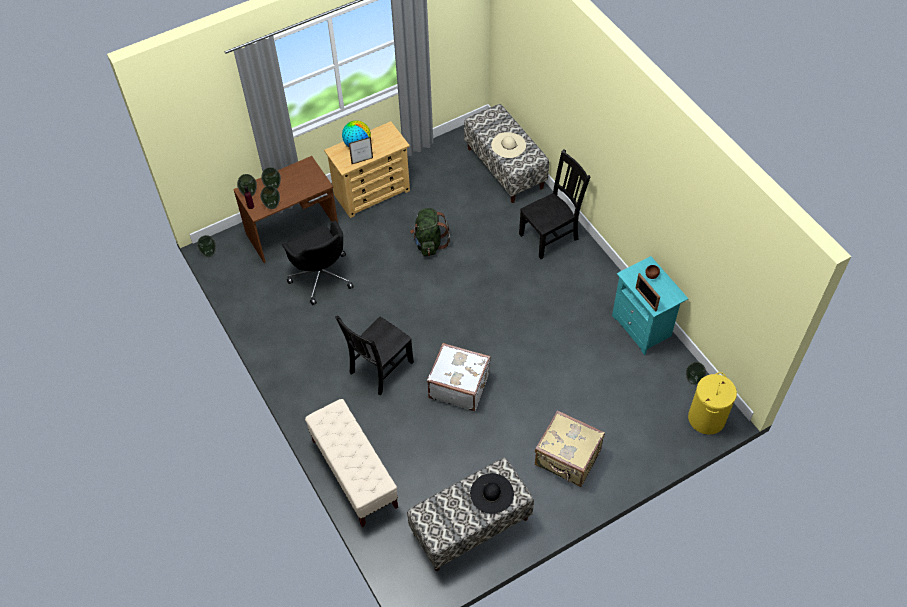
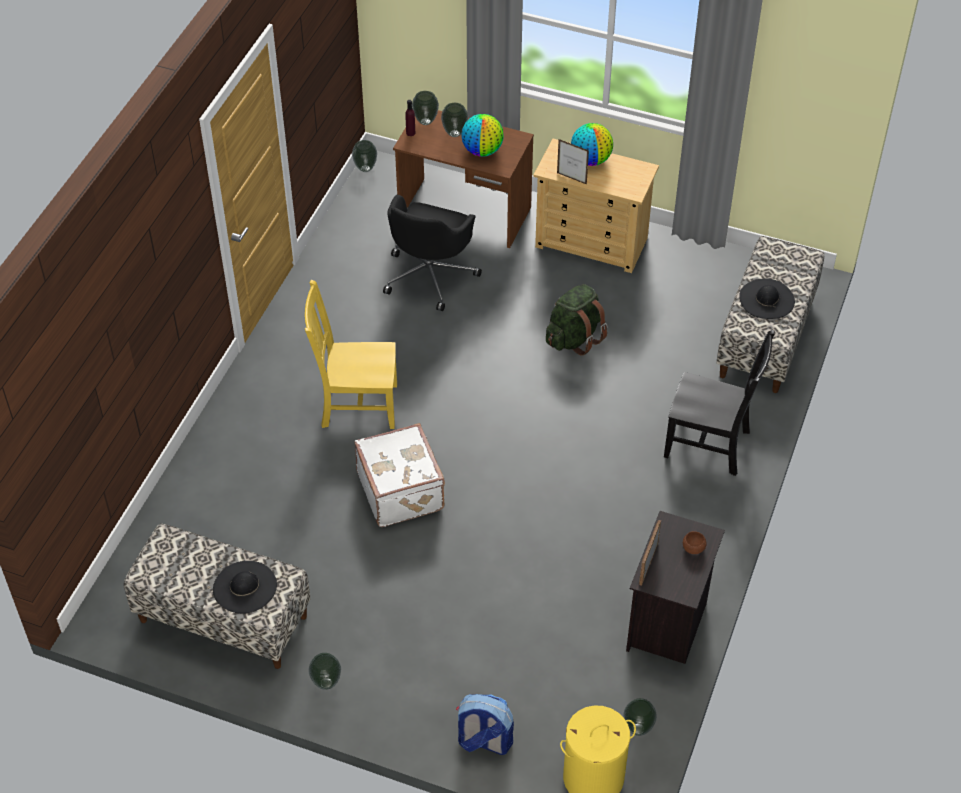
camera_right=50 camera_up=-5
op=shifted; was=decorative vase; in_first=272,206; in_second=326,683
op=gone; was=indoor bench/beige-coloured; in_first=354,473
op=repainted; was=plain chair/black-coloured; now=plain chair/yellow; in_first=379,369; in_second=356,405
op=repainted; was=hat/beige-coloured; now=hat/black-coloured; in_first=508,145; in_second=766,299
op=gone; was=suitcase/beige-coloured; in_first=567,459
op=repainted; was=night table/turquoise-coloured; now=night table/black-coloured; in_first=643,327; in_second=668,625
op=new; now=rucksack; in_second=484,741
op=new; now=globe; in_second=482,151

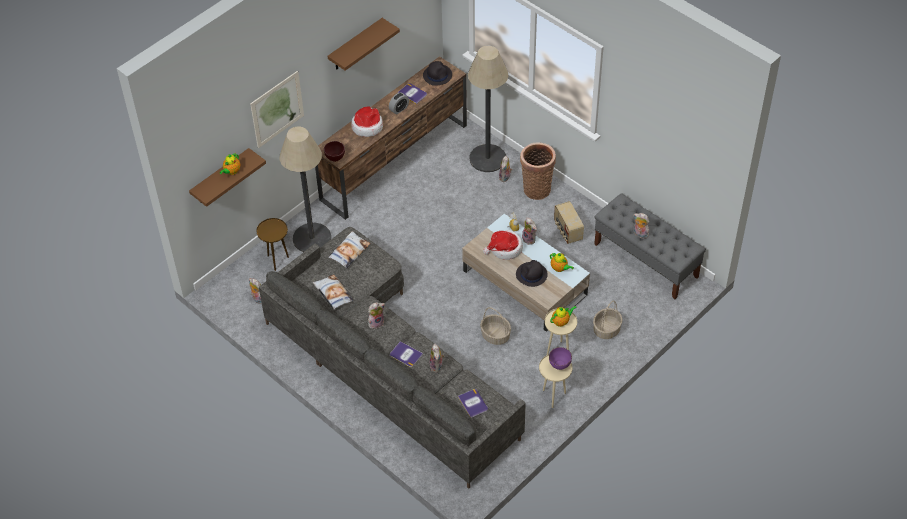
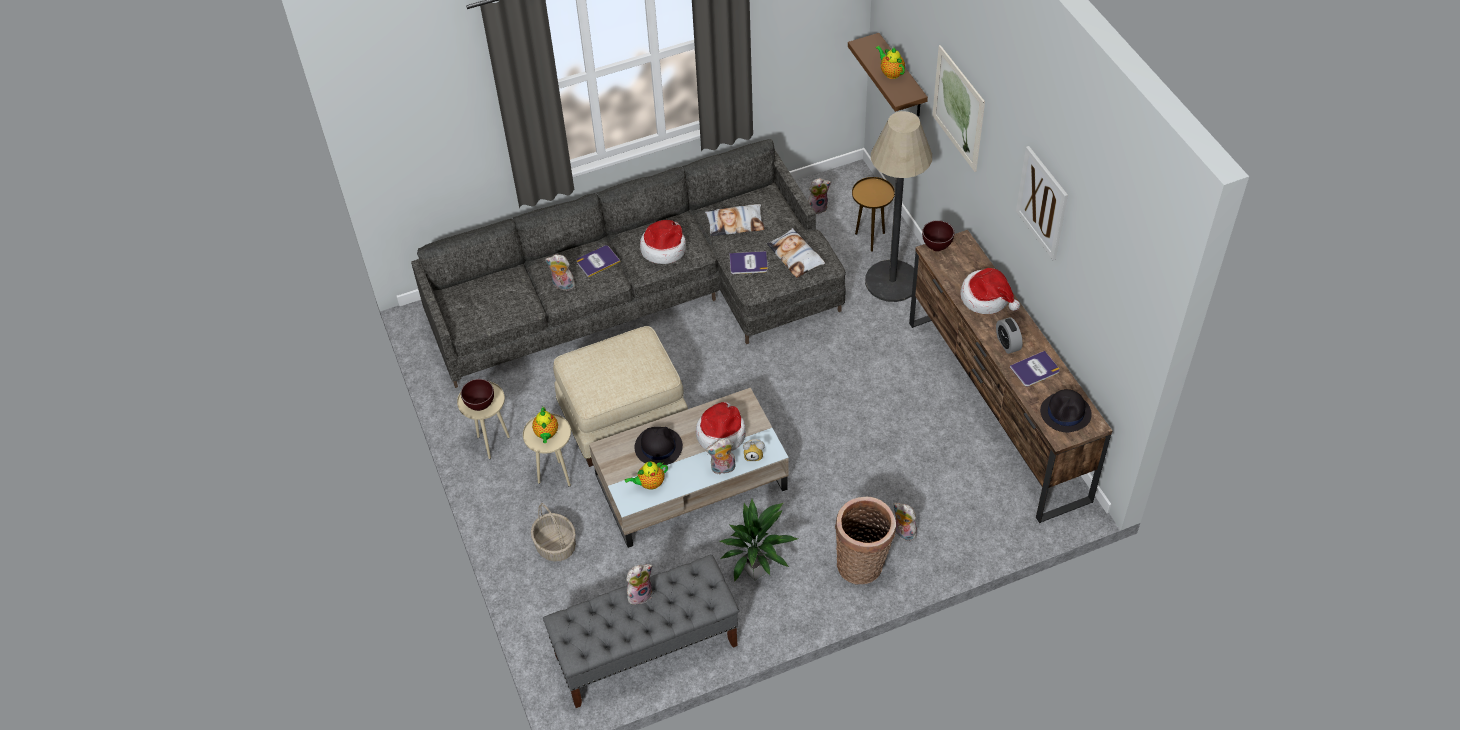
camera_right=115 camera_up=0
op=swapped; was=shelf/brown; now=wall art; in_first=355,45; in_second=1042,203
op=swapped; was=soft toy; now=hat; in_first=376,322; in_second=664,248
op=shifted; was=volume; in_first=473,403; in_second=748,263
op=gone; was=standing lamp; in_first=487,158
op=swapped; was=basket; now=pouffe/beige-coloured; in_first=495,335; in_second=623,417
op=repainted; was=bowl/purple-coloured; now=bowl/brown; in_first=559,365; in_second=481,406
op=swapped; was=radio receiver; now=plant in a pot; in_first=567,231; in_second=757,571

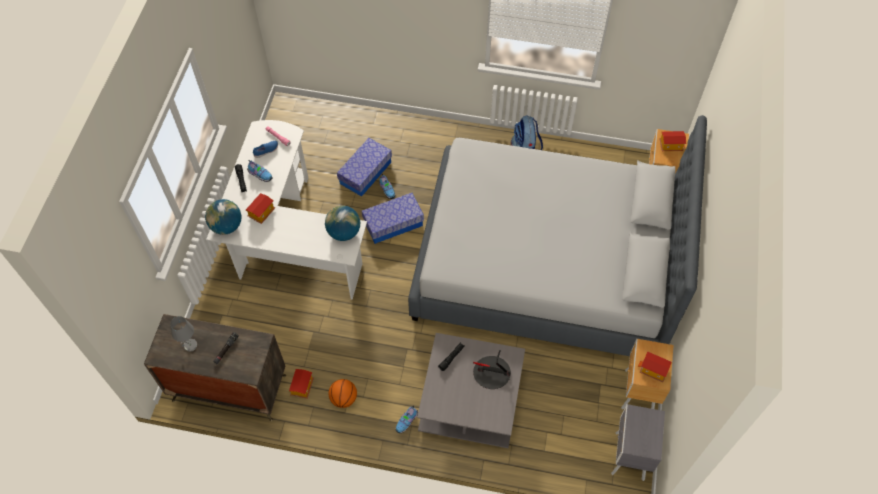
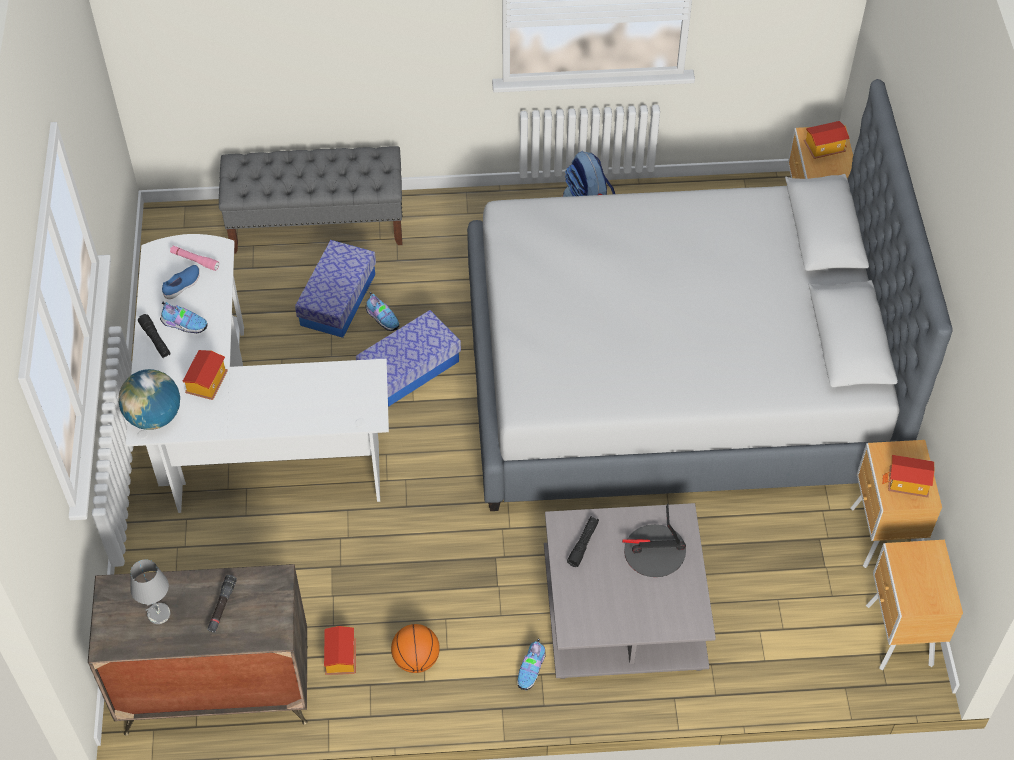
camera_right=-15 camera_up=-5
op=gone; was=globe; in_first=344,232
op=repainted; was=night table/greyish; now=night table/brown; in_first=628,457; in_second=898,637
op=new; now=indoor bench/greyish; in_second=317,225

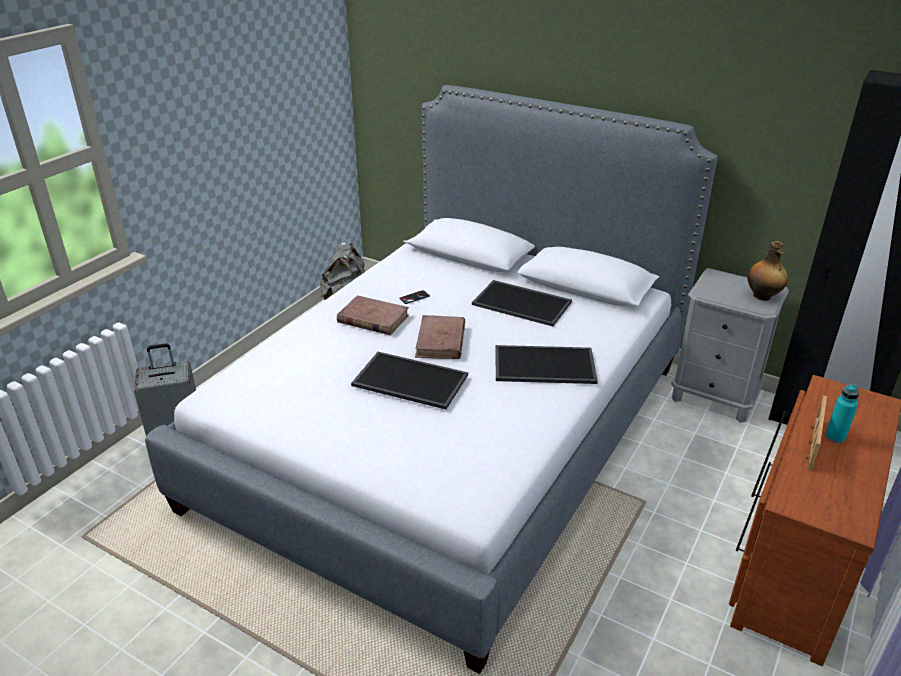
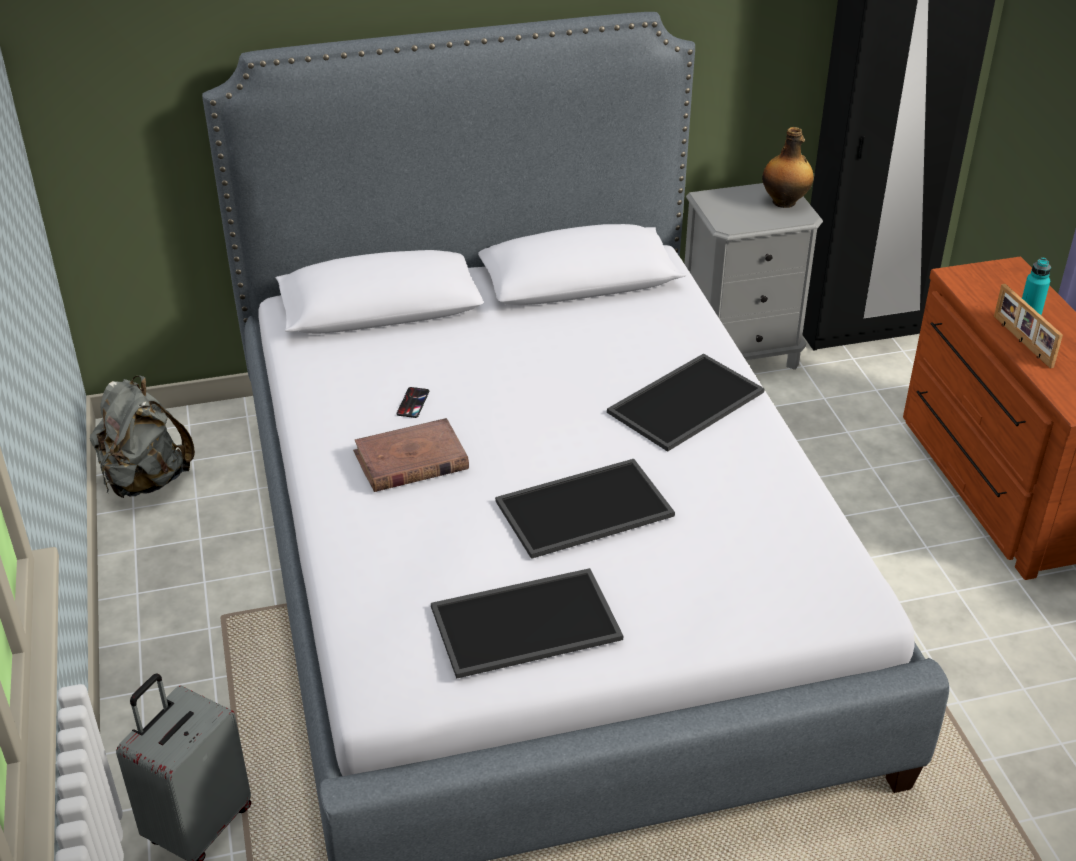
camera_right=-45 camera_up=5
op=gone; was=volume/brown; in_first=440,341
op=shifted; was=tray; in_first=523,303; in_second=526,621

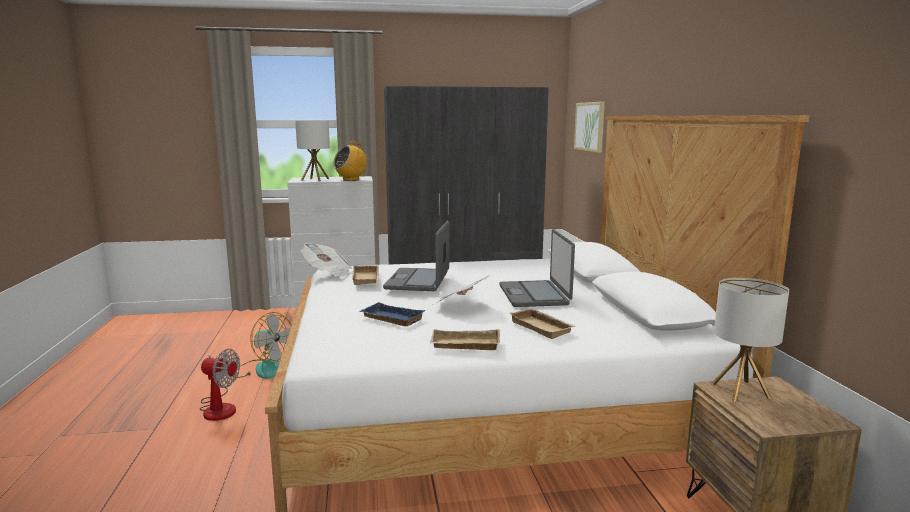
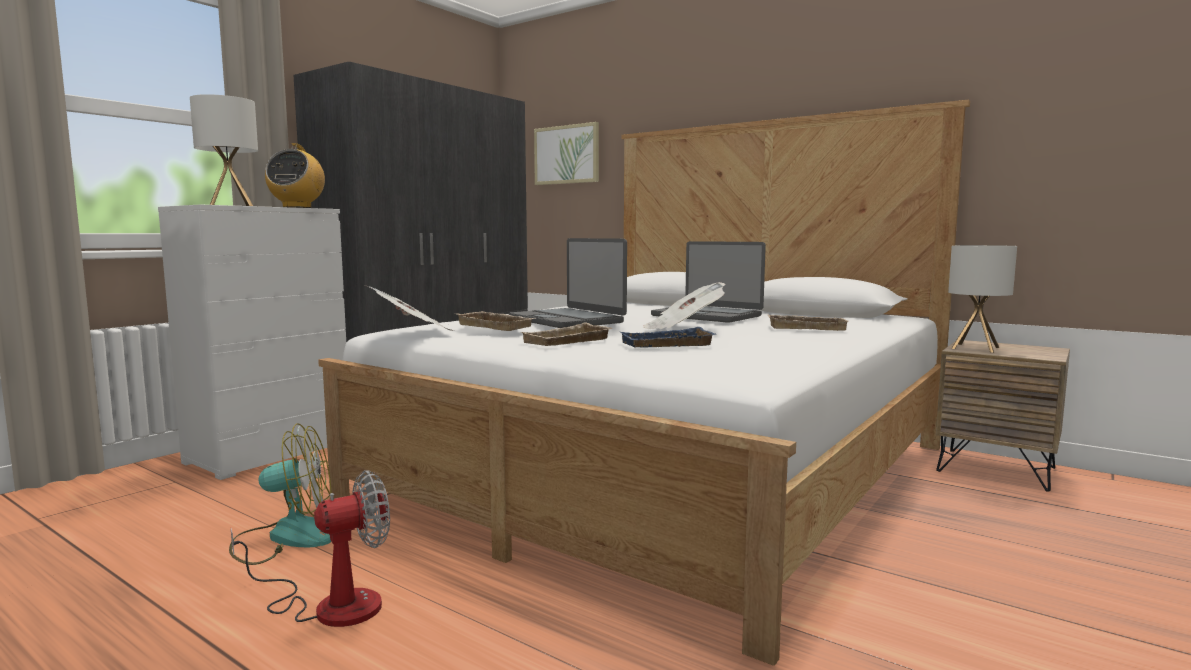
camera_right=-45 camera_up=-5
op=shifted; was=tray/beige-coloured; in_first=464,345; in_second=567,342

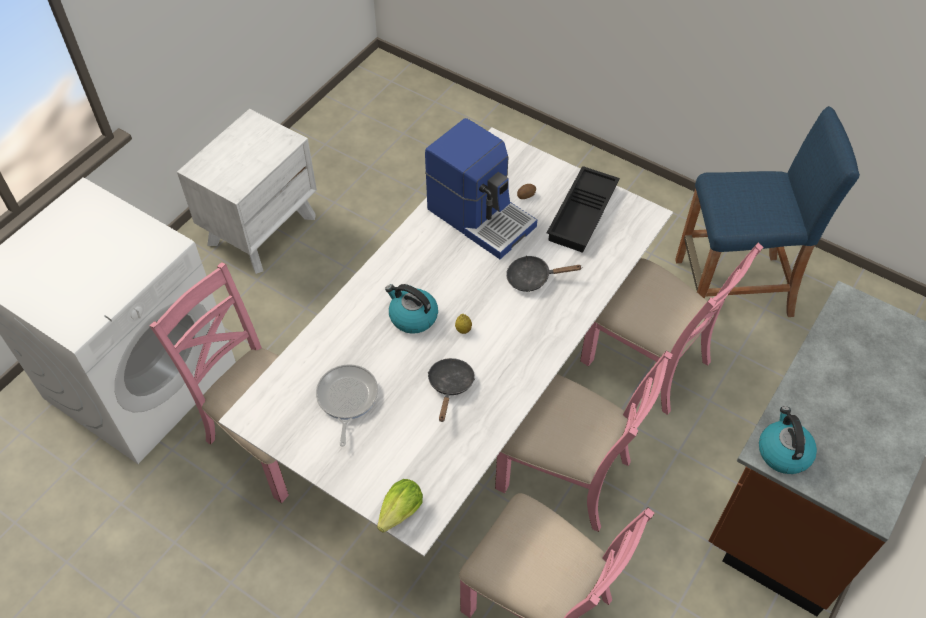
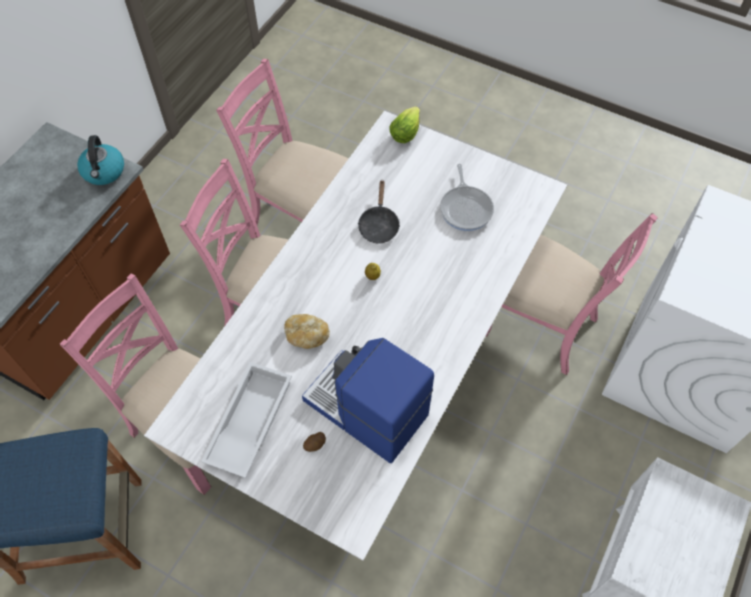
camera_right=175 camera_up=5
op=gone; was=tea kettle; in_first=412,317
op=swapped; was=skillet/black-coloured; now=bread; in_first=533,278; in_second=306,336
op=repainted; was=tray/black-coloured; now=tray/whitish; in_first=583,215; in_second=248,421

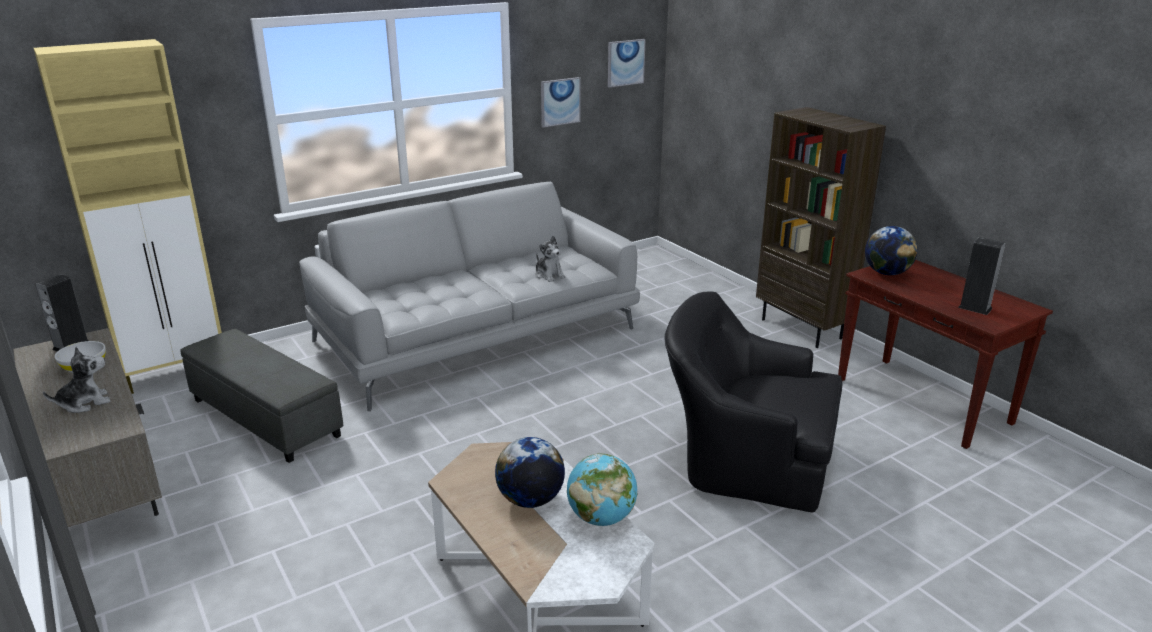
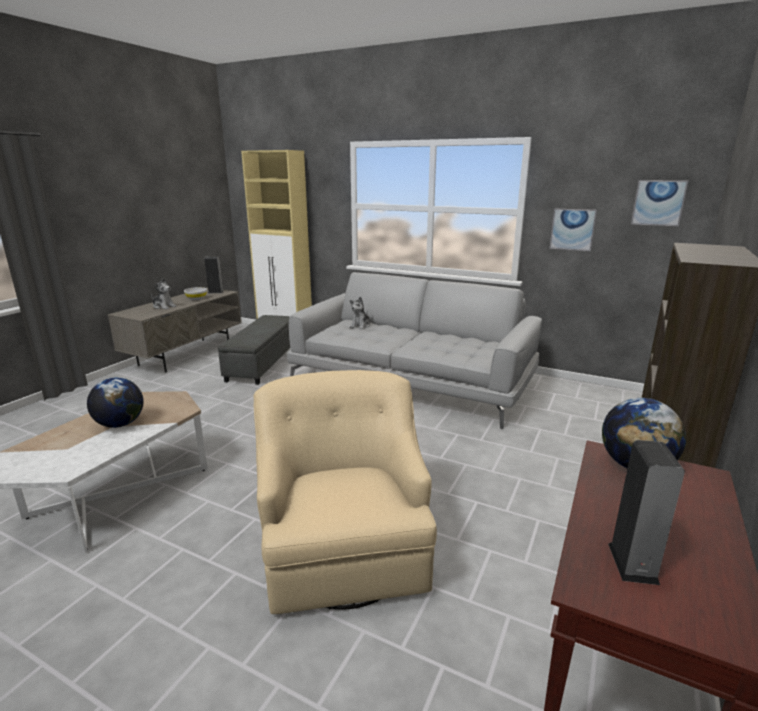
camera_right=60 camera_up=-5
op=shifted; was=soft toy; in_first=549,275; in_second=360,326
op=gone; was=globe; in_first=601,518
op=repainted; was=lounge chair/black-coloured; now=lounge chair/beige-coloured; in_first=744,460; in_second=344,545

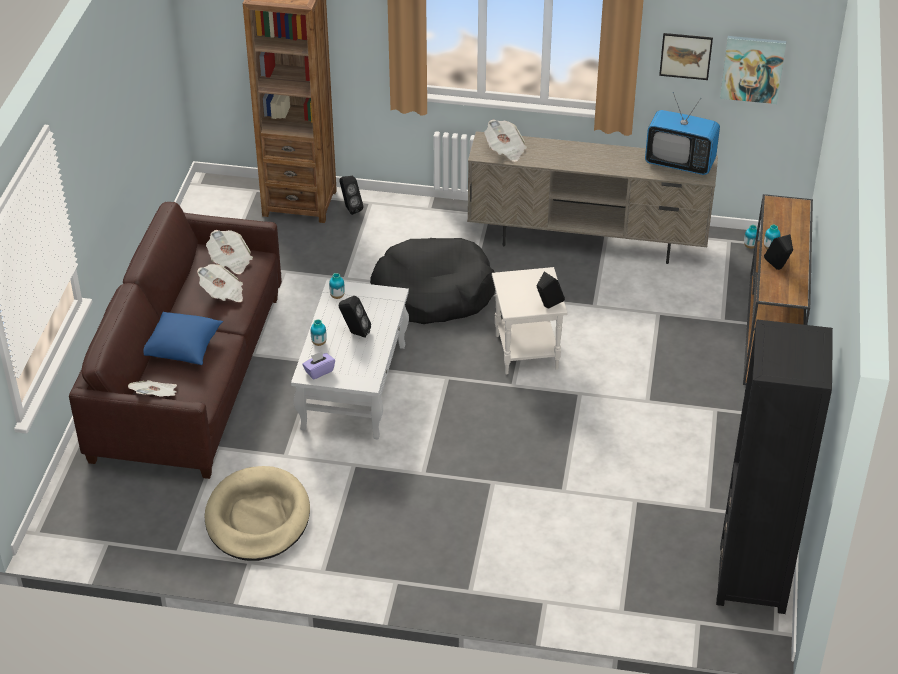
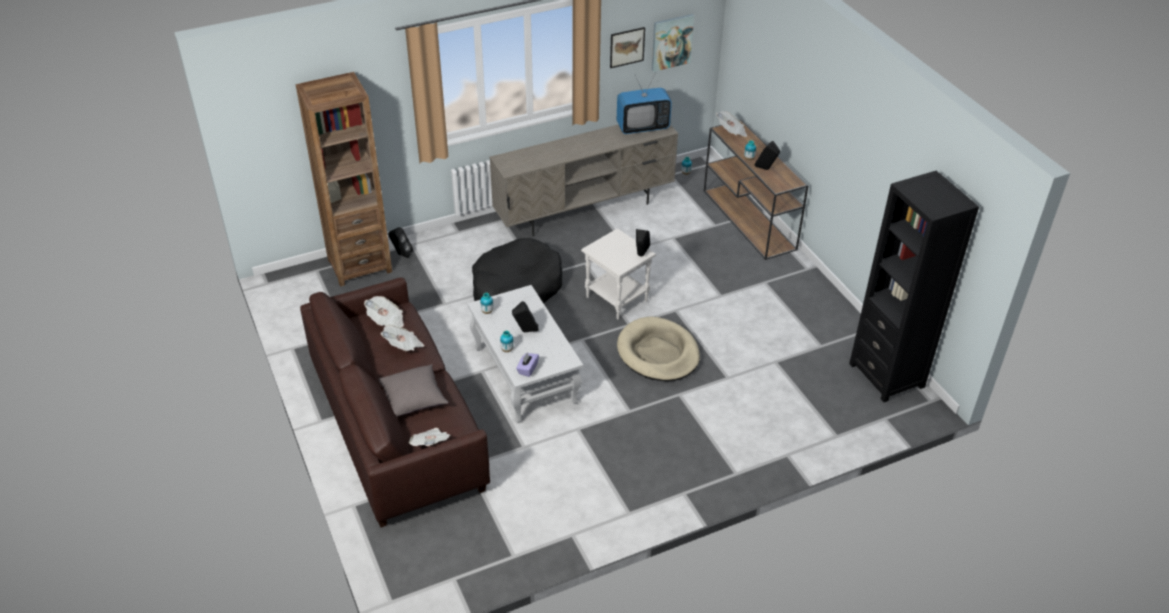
camera_right=-35 camera_up=0
op=repainted; was=throw pillow/blue-coloured; now=throw pillow/greyish; in_first=183,349; in_second=414,399
op=shifted; was=dog bed/beige-coloured; in_first=257,518; in_second=658,353
op=shifted; was=newspaper; in_first=505,150; in_second=731,132

